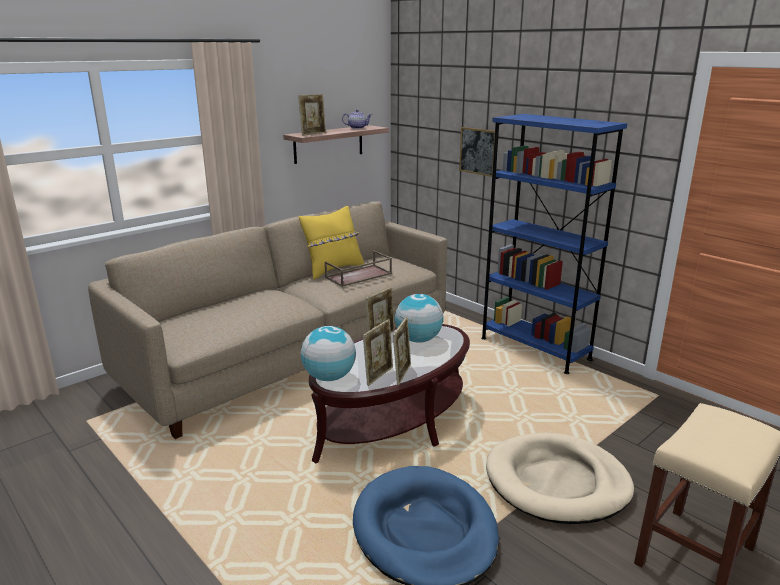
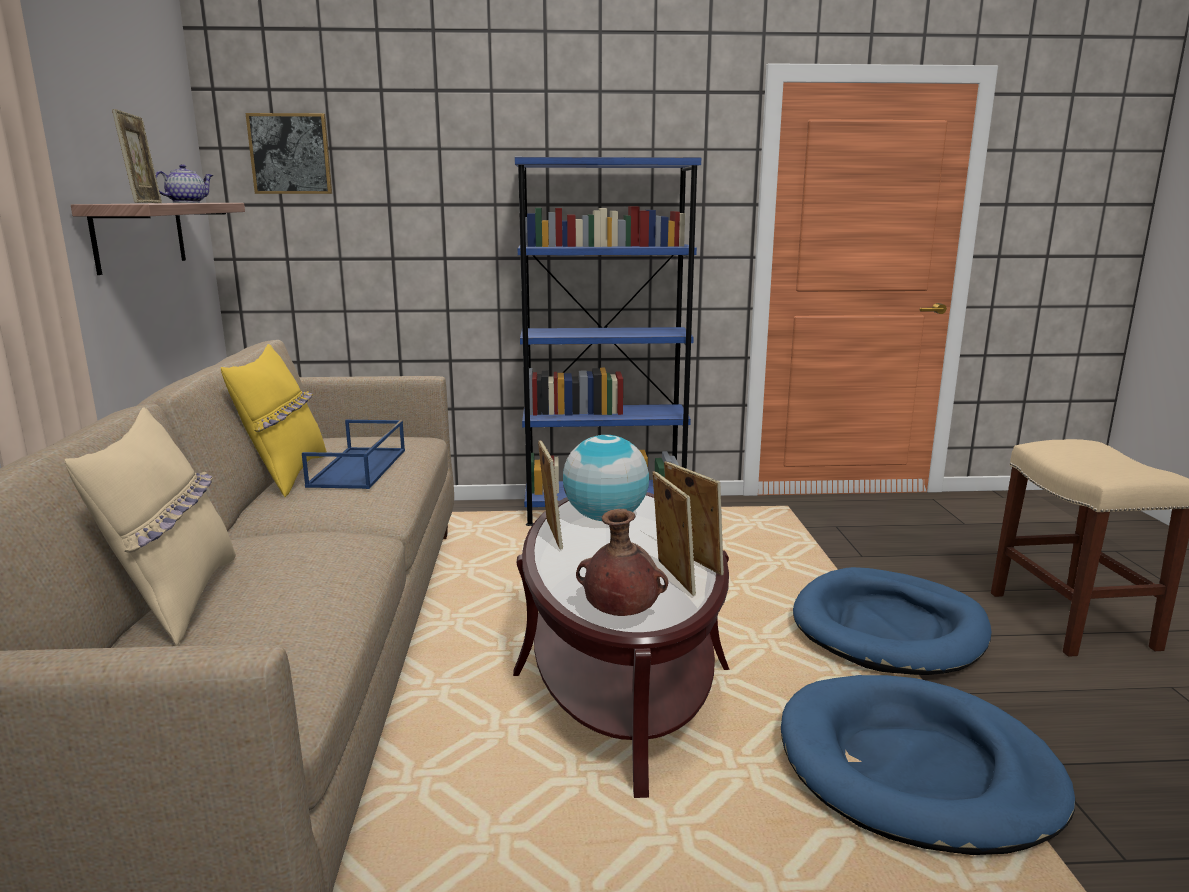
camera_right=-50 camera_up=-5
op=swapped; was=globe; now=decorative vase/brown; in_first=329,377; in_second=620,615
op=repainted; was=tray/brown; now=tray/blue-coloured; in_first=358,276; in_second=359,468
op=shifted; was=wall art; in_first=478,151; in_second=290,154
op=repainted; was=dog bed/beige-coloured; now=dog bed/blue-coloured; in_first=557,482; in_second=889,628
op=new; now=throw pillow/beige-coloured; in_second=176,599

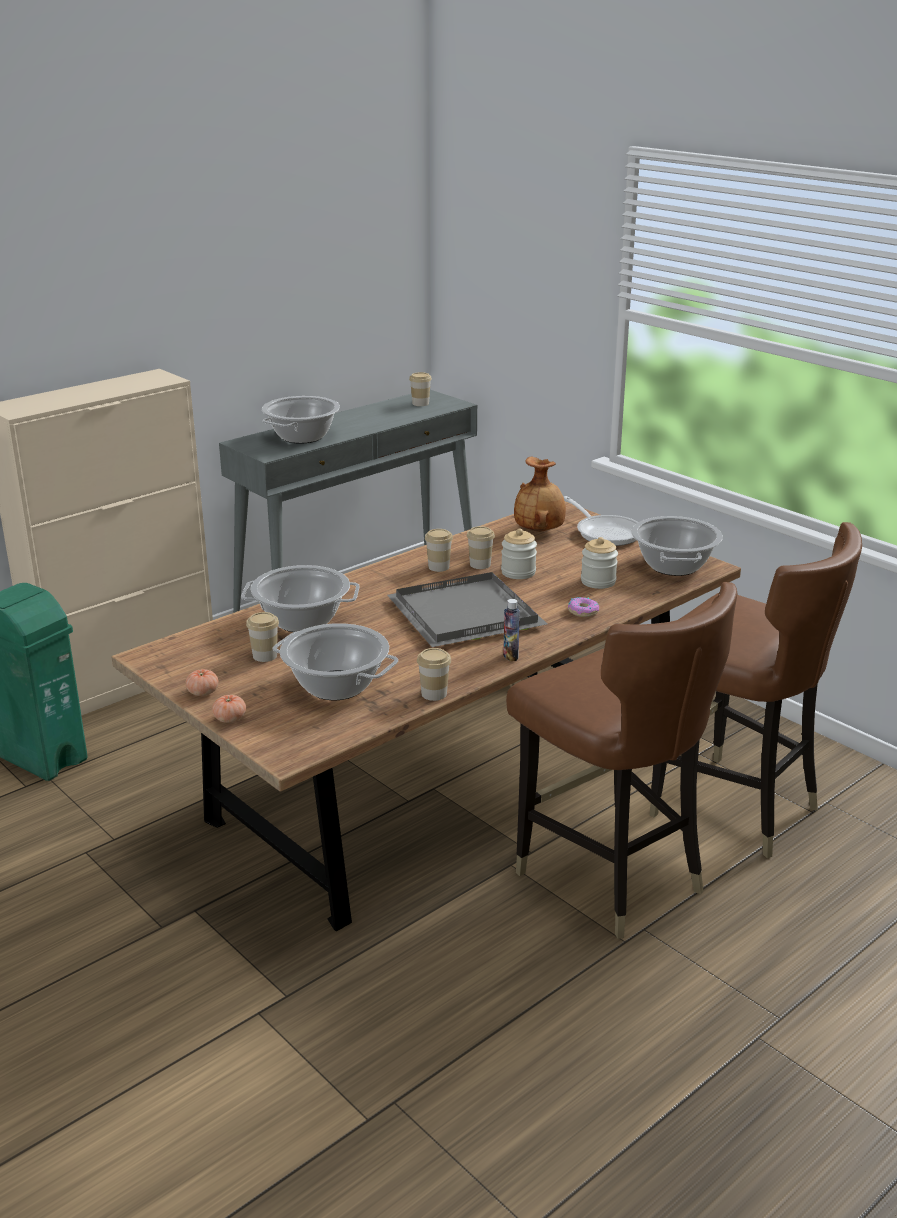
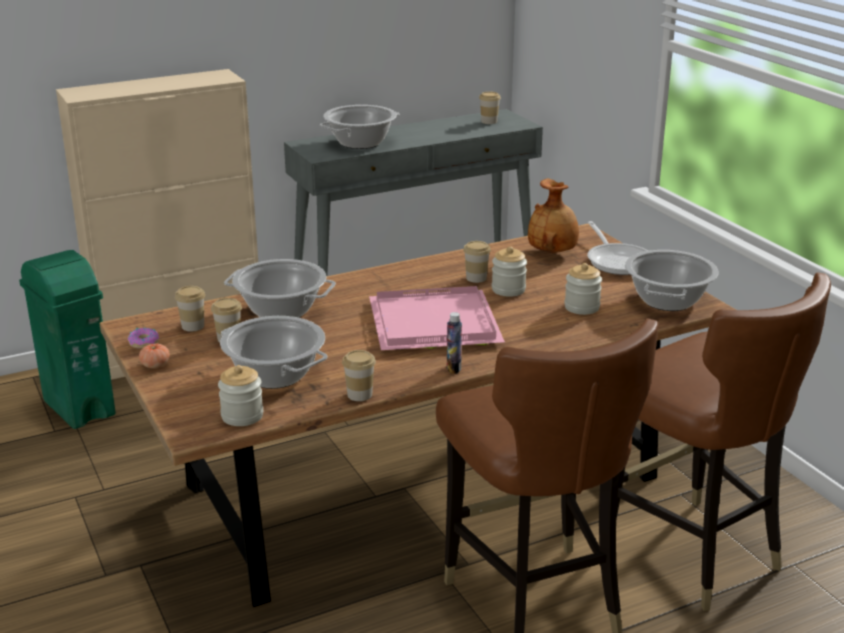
camera_right=15 camera_up=0
op=gone; was=fresh tomato; in_first=230,719
op=repainted; was=tray/greyish; now=tray/pink; in_first=462,614; in_second=431,322
op=shifted; was=cup; in_first=438,567; in_second=193,326
op=shifted; was=ring doughnut; in_first=583,611; in_second=144,342
op=new; now=storage jar; in_second=242,416

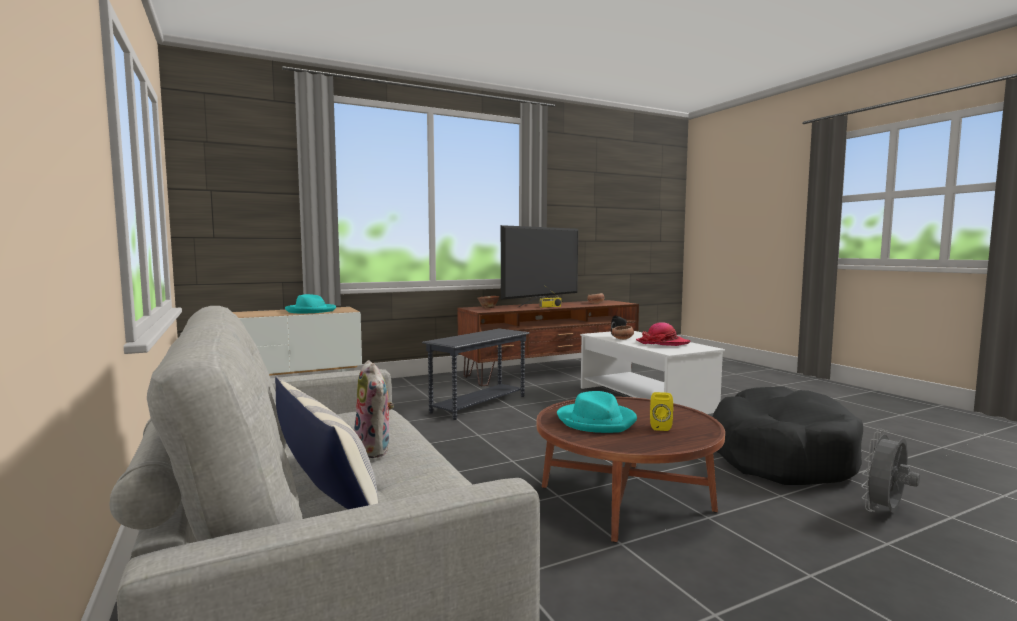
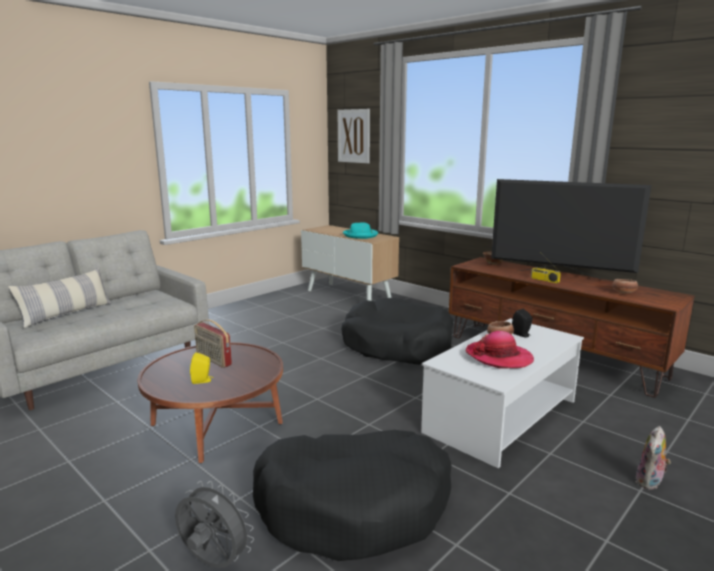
camera_right=70 camera_up=10
op=shifted; was=soft toy; in_first=375,450; in_second=650,483
op=swapped; was=side table/greyish; now=dog bed/black-coloured; in_first=478,404; in_second=397,345
op=swapped; was=hat/turquoise-coloured; now=radio receiver; in_first=597,421; in_second=213,360
op=new; now=wall art; in_second=354,136

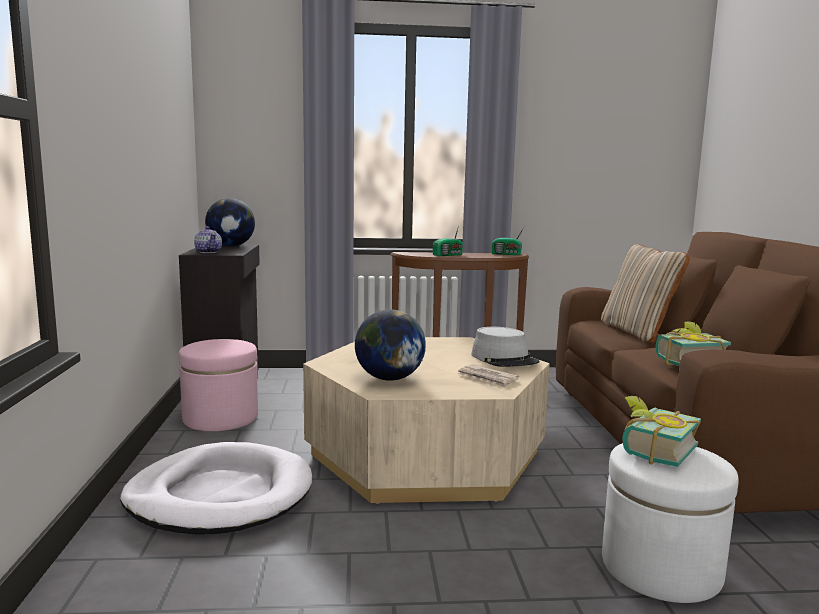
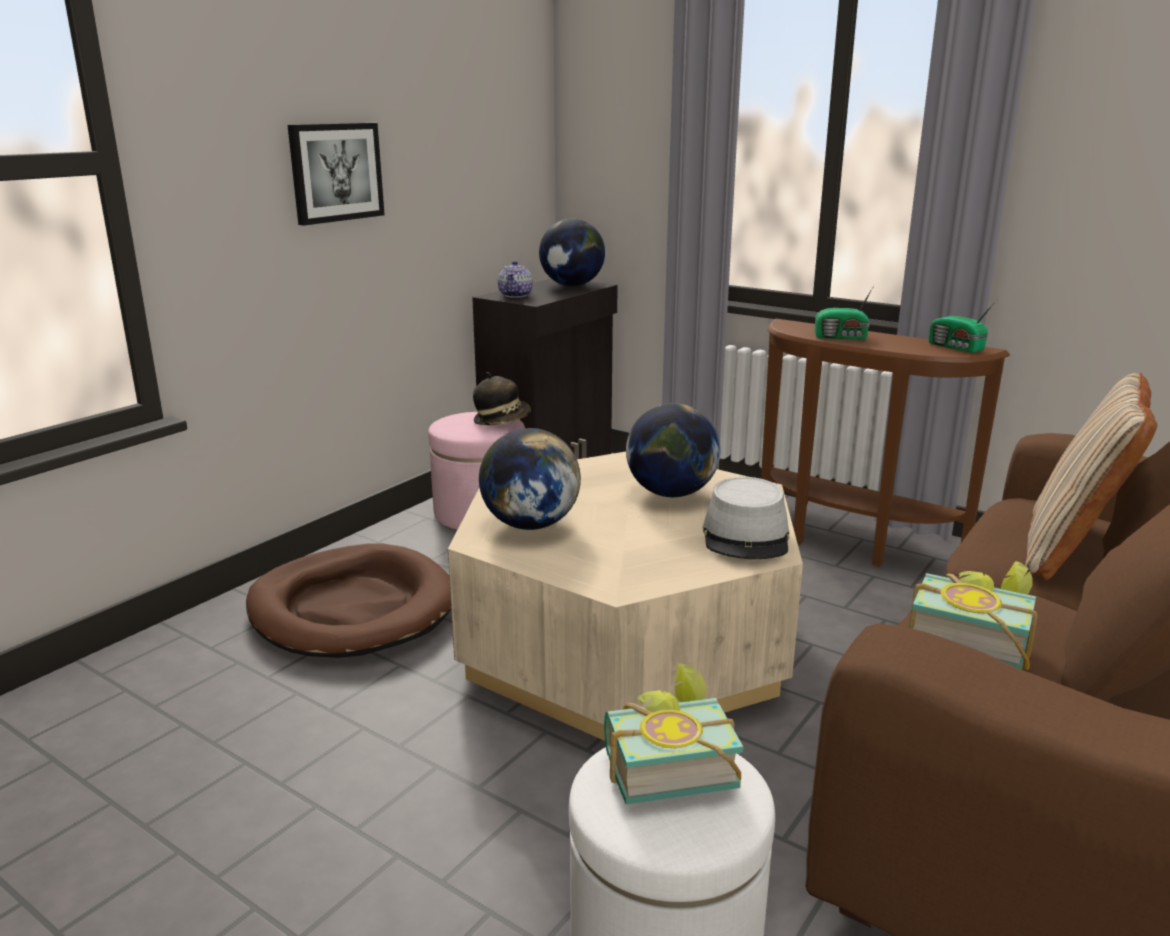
camera_right=40 camera_up=10
op=repainted; was=dog bed/whitish; now=dog bed/brown; in_first=220,495; in_second=352,608
op=gone; was=newspaper; in_first=487,378
op=new; now=wall art; in_second=335,172
op=new; now=hat; in_second=502,421
op=new; now=globe; in_second=671,493

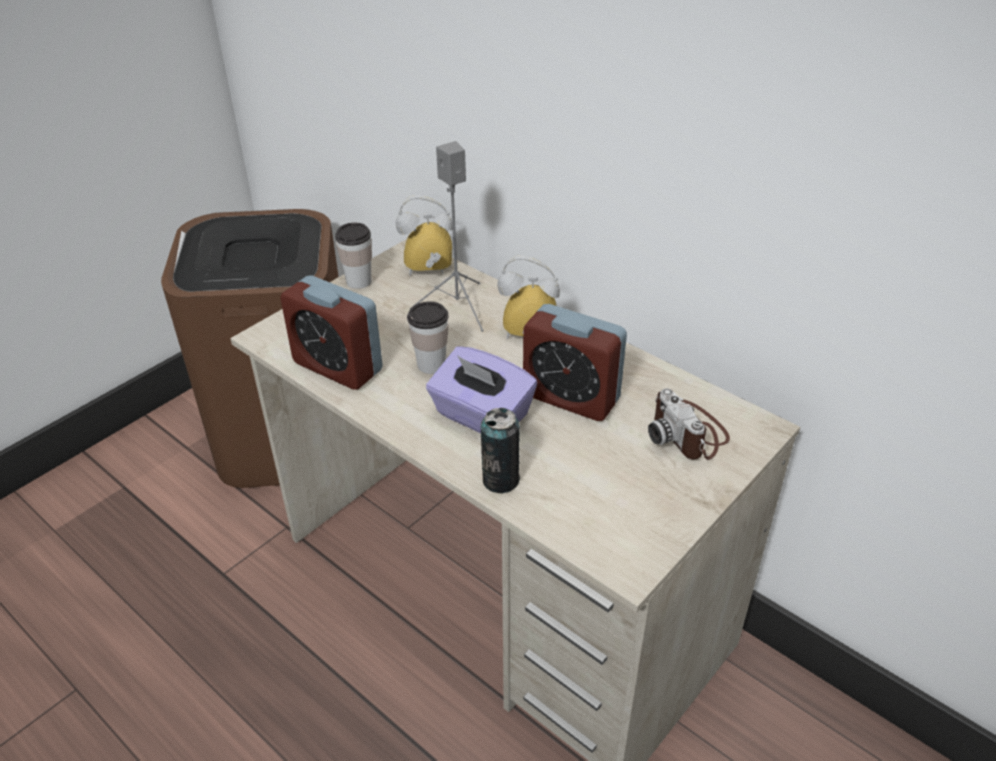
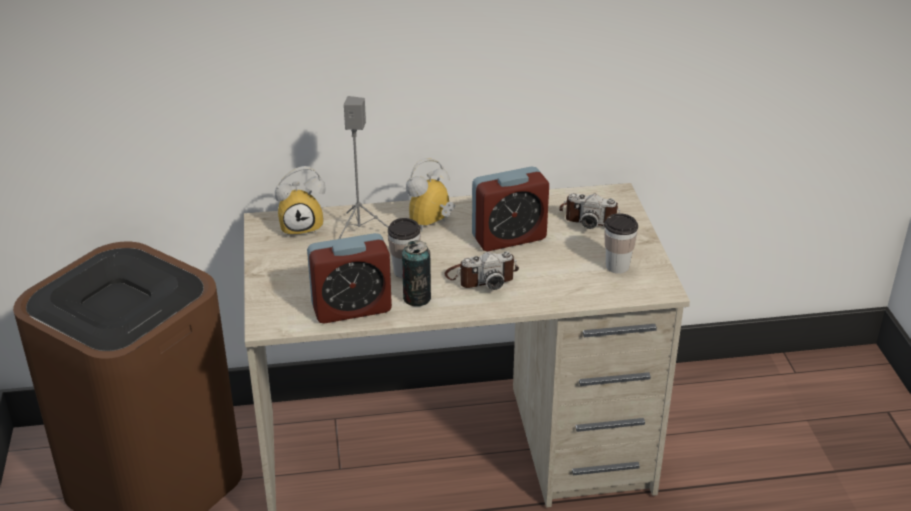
camera_right=-50 camera_up=-5
op=shifted; was=cup; in_first=359,281; in_second=617,266
op=rotated; was=table clock; in_first=428,273; in_second=302,226; clockwise=-135
op=swapped; was=tissue holder/purple-coloured; now=still camera; in_first=481,416; in_second=481,276
op=shifted; was=metal can; in_first=500,480; in_second=417,298

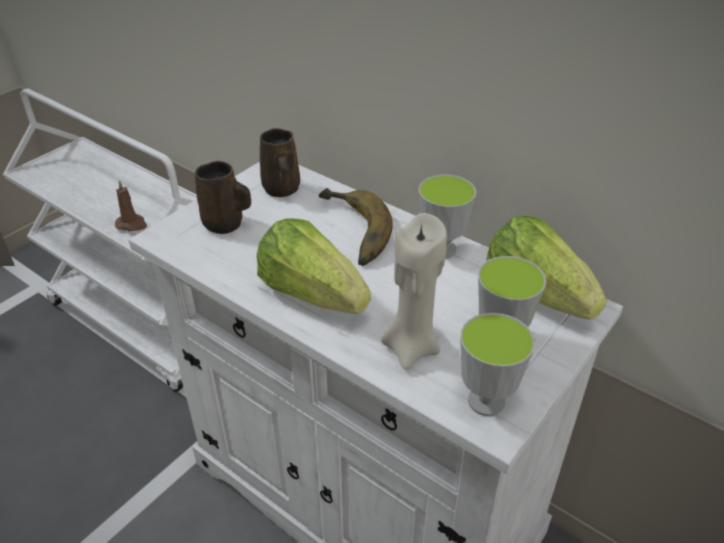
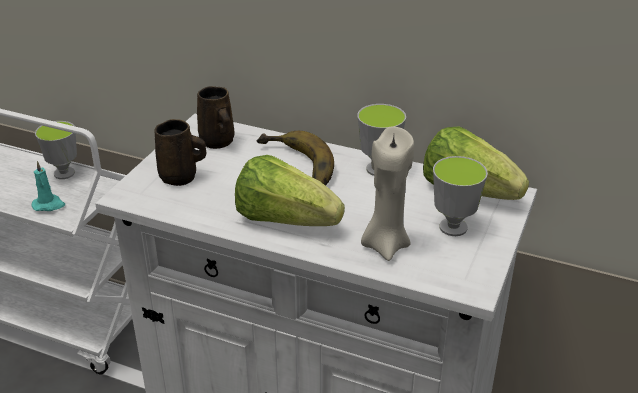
camera_right=-15 camera_up=-5
op=repainted; was=wax candle/brown; now=wax candle/turquoise-coloured; in_first=132,224; in_second=49,205
op=shifted; was=cup; in_first=486,401; in_second=64,173

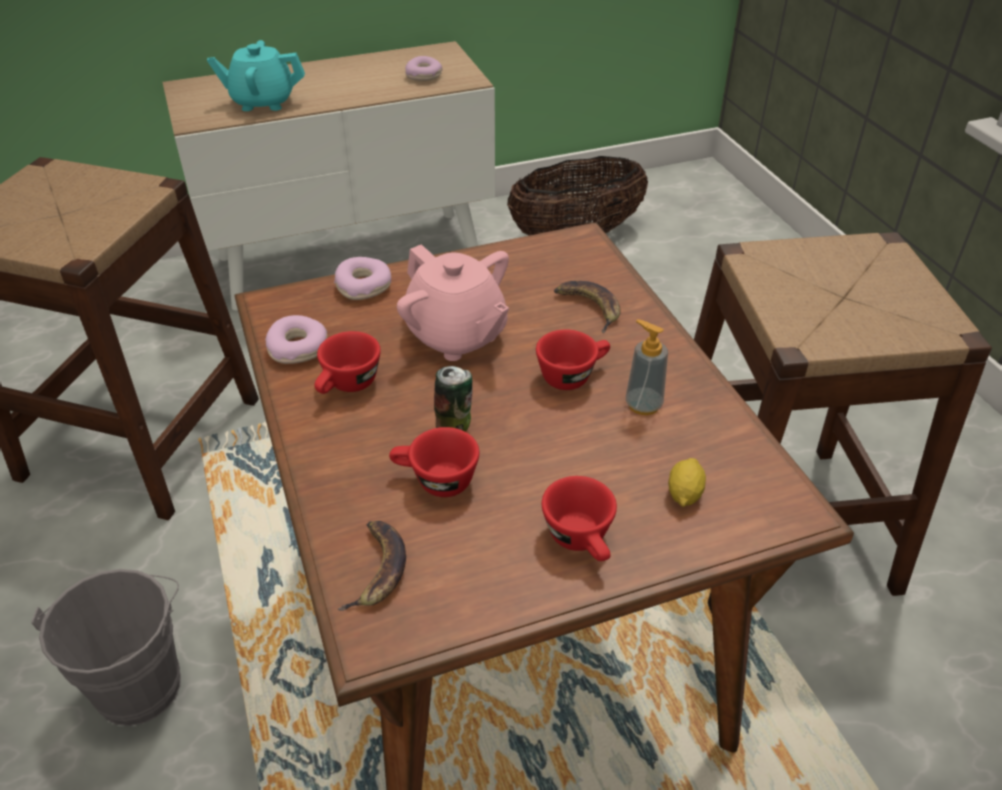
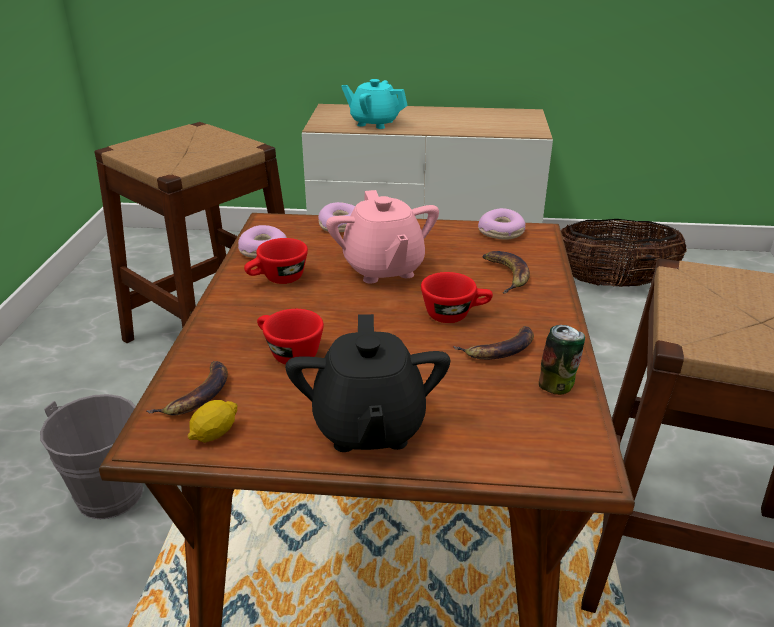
camera_right=25 camera_up=-10
op=shifted; was=ring doughnut; in_first=424,75; in_second=501,232
op=shifted; was=metal can; in_first=454,425; in_second=557,386
op=swapped; was=cup/red; now=tea pot/black-coloured; in_first=582,541; in_second=369,427
op=swapped; was=liquid soap bottle; now=banana; in_first=643,405; in_second=499,349
op=shifted; was=lemon; in_first=684,494; in_second=214,434

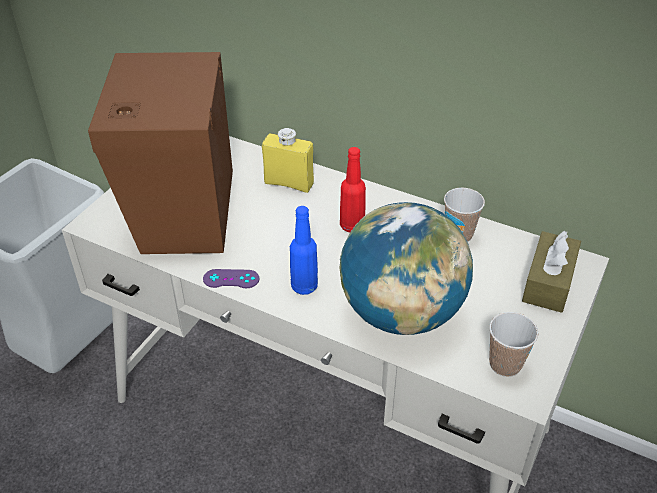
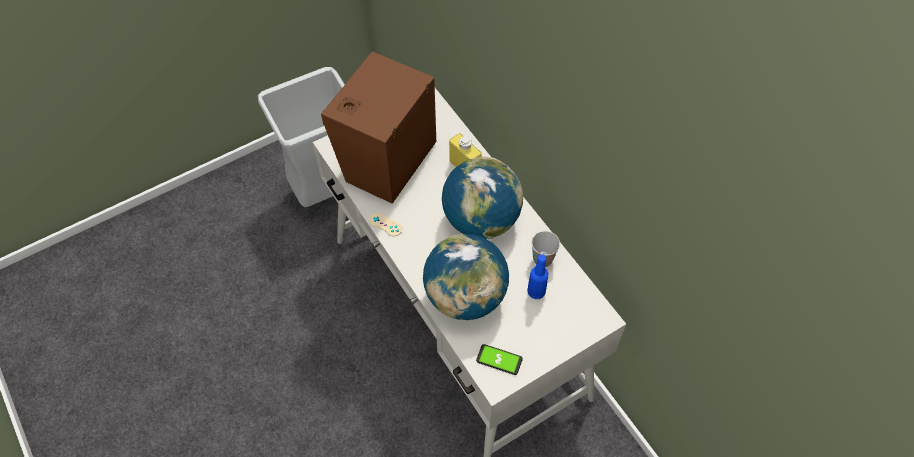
camera_right=30 camera_up=15
op=repainted; was=gamepad/purple-coloured; now=gamepad/beige-coloured; in_first=231,279; in_second=385,224
op=shifted; was=drink bottle/blue-coloured; in_first=304,286; in_second=536,292
op=swapped; was=drink bottle/red; now=globe; in_first=352,226; in_second=481,220
op=swapped; was=cup; now=phone; in_first=505,364; in_second=499,359
op=gone; was=tissue holder/brown; in_first=548,282

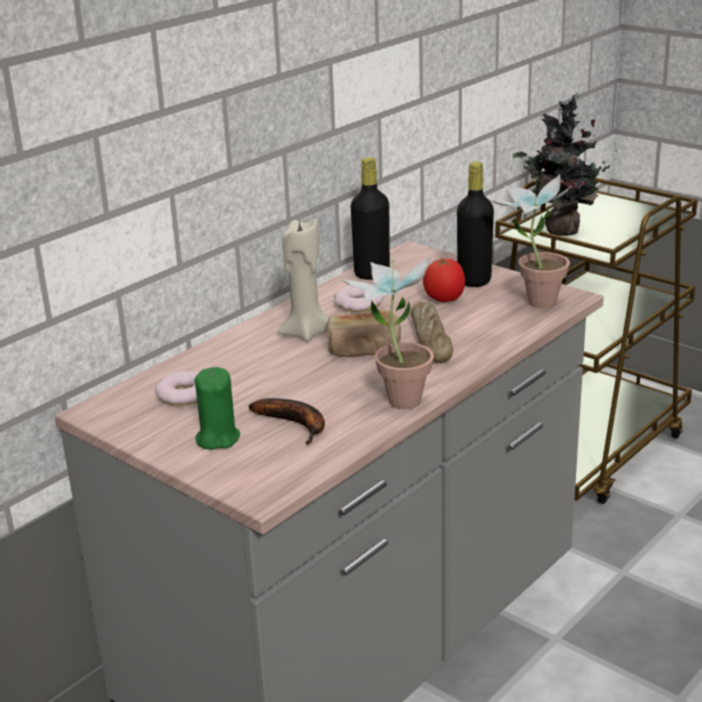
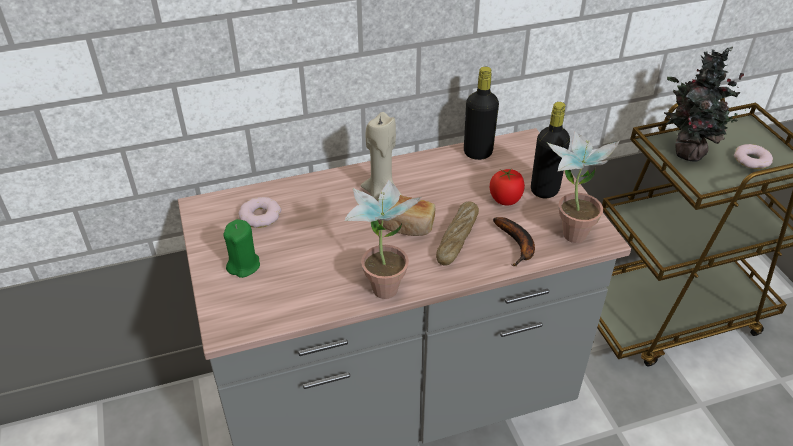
camera_right=30 camera_up=15
op=shifted; was=banana; in_first=296,424; in_second=517,245
op=shifted; was=ring doughnut; in_first=358,304; in_second=751,160

